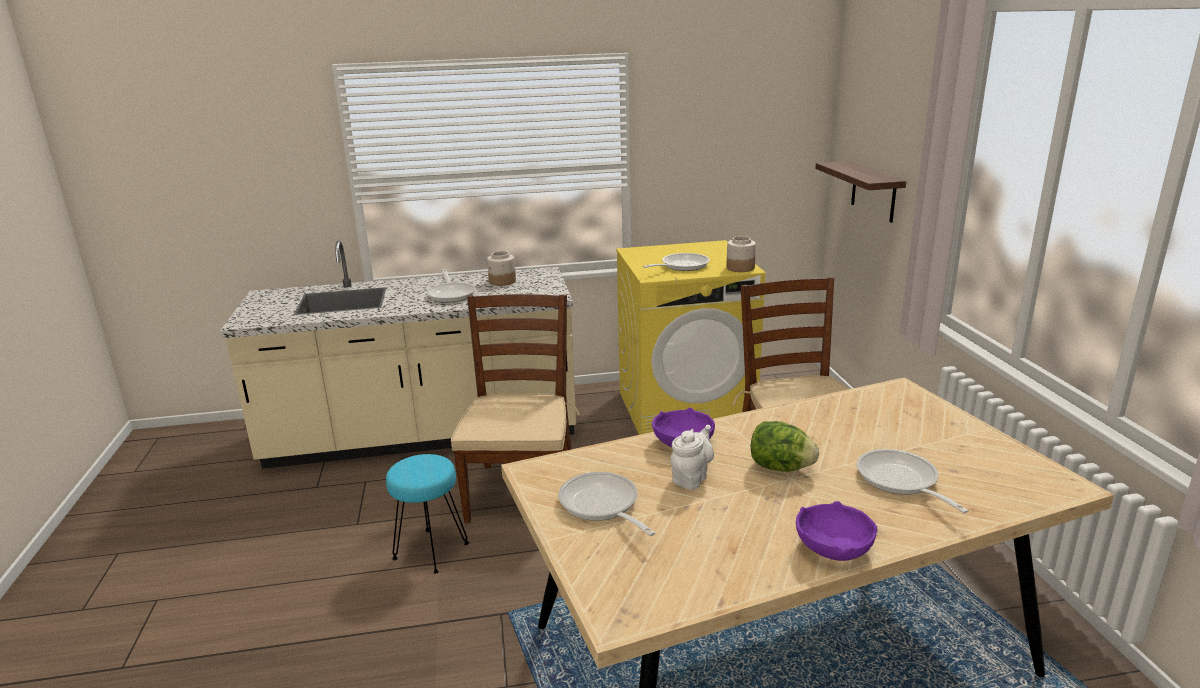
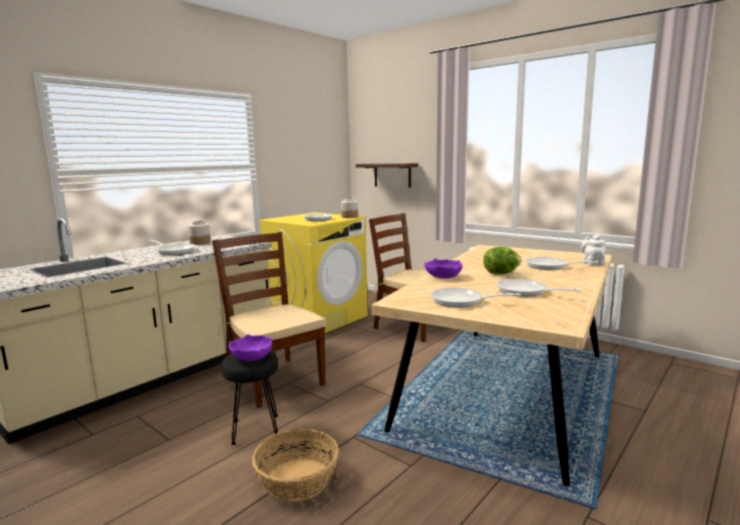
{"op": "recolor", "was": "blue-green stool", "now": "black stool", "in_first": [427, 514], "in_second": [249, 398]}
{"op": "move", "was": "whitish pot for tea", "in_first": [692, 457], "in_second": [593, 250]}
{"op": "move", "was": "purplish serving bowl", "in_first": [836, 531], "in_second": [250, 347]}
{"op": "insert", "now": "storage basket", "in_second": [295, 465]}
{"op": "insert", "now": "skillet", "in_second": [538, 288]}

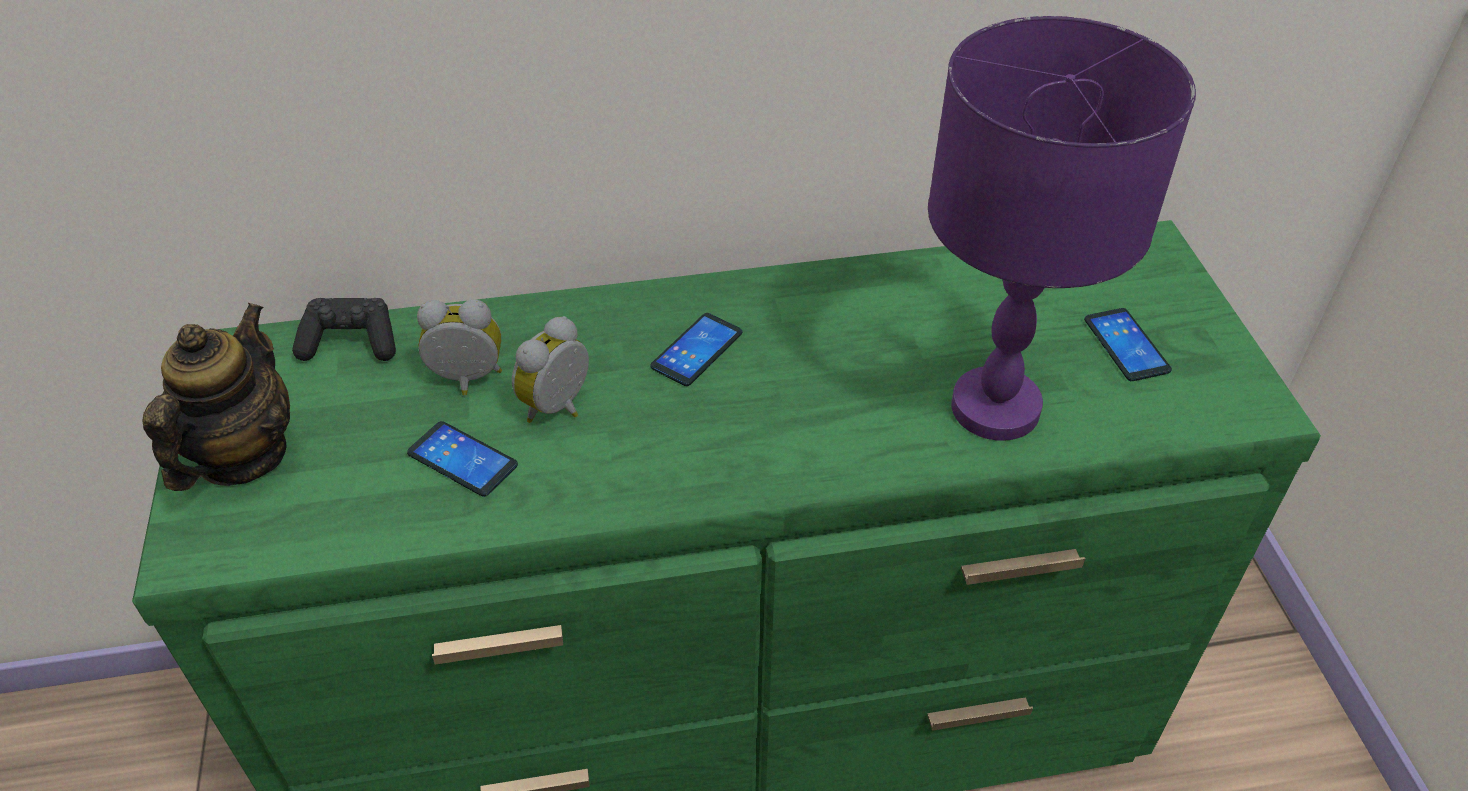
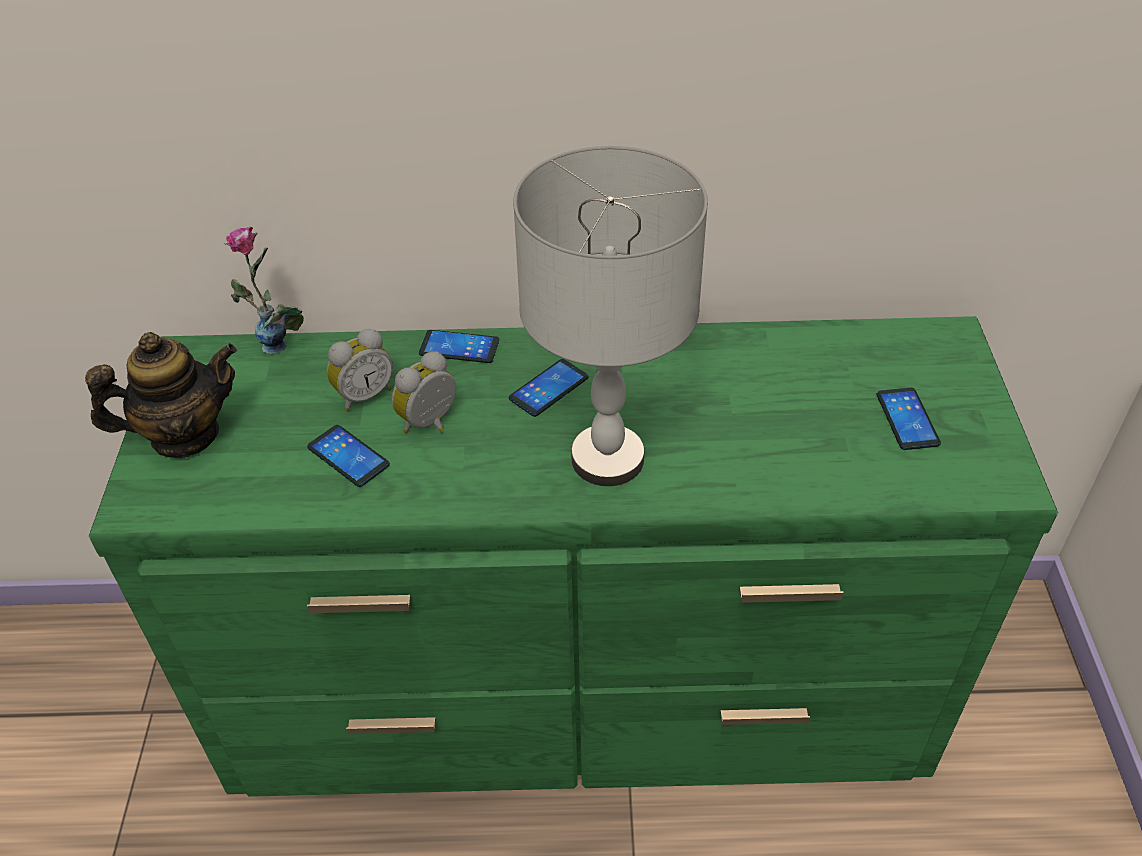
{"op": "rotate", "was": "pot for tea", "in_first": [216, 397], "in_second": [161, 395], "clockwise": 45}
{"op": "replace", "was": "black game controller", "now": "flower vase", "in_first": [344, 329], "in_second": [264, 290]}
{"op": "rotate", "was": "alarm clock", "in_first": [459, 347], "in_second": [360, 370], "clockwise": 135}
{"op": "delete", "was": "purplish lamp for a table", "in_first": [1062, 228]}
{"op": "insert", "now": "handset", "in_second": [459, 346]}
{"op": "insert", "now": "grey lamp for a table", "in_second": [610, 316]}

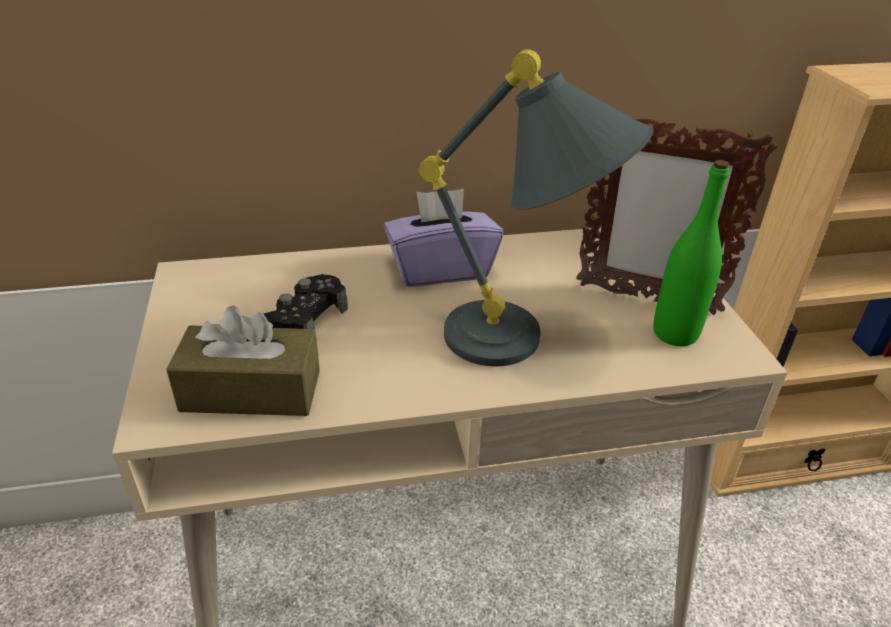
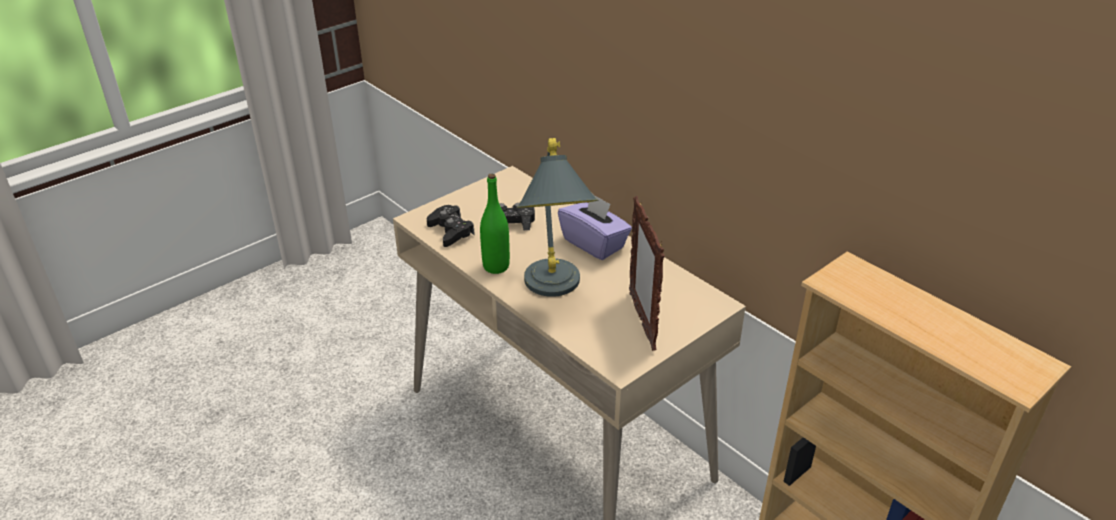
{"op": "replace", "was": "brown box of tissues", "now": "black game controller", "in_first": [243, 360], "in_second": [451, 226]}
{"op": "move", "was": "green beverage bottle", "in_first": [691, 253], "in_second": [495, 223]}

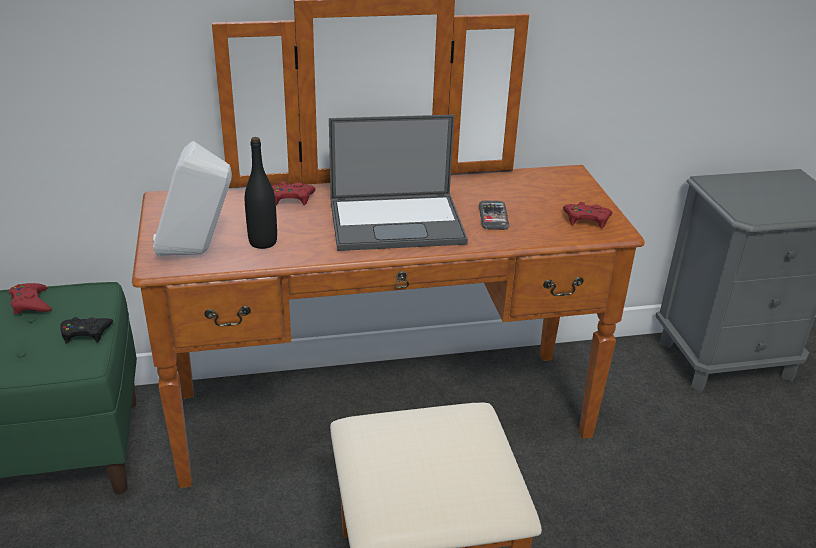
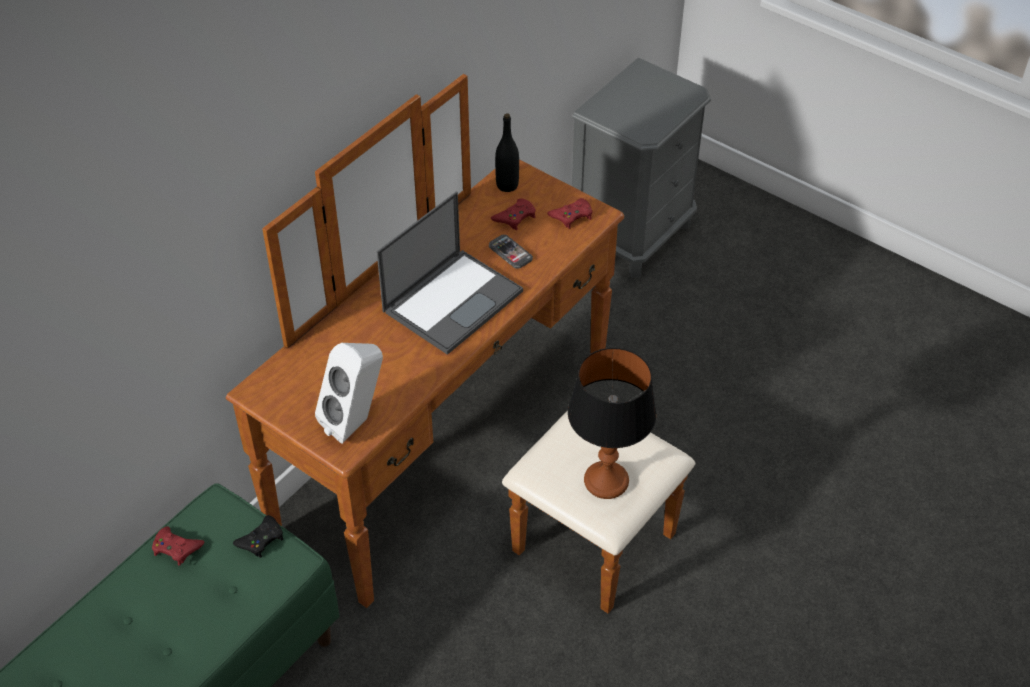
{"op": "move", "was": "black beverage bottle", "in_first": [261, 193], "in_second": [507, 152]}
{"op": "move", "was": "red game controller", "in_first": [294, 193], "in_second": [513, 214]}
{"op": "insert", "now": "lamp for a table", "in_second": [612, 423]}

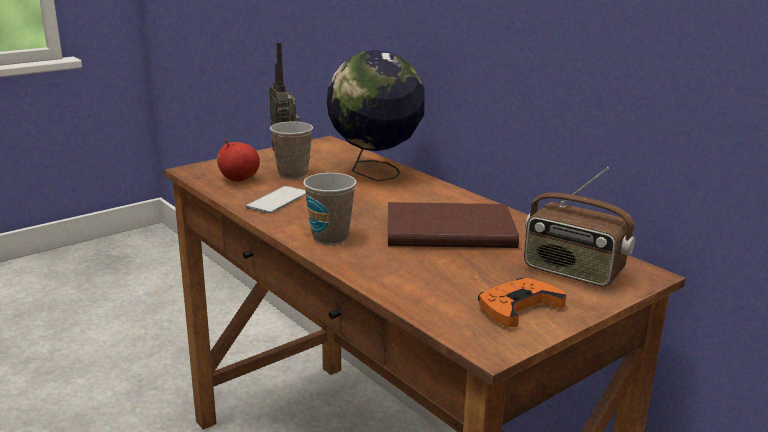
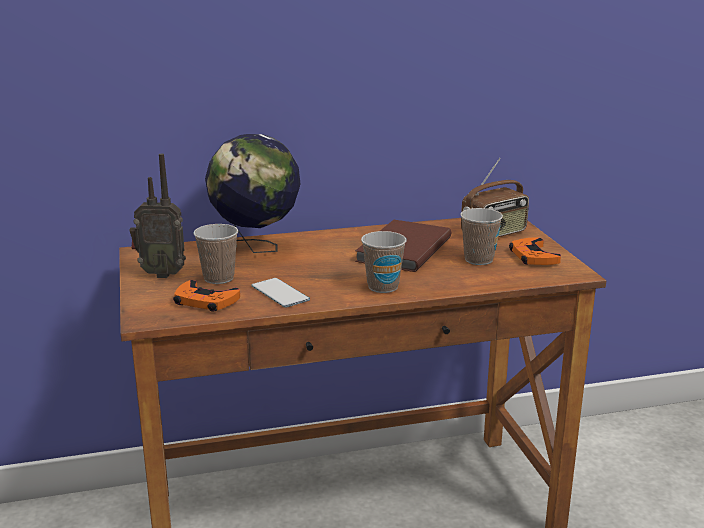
{"op": "replace", "was": "whole apple", "now": "orange game controller", "in_first": [238, 160], "in_second": [206, 296]}
{"op": "insert", "now": "small cup", "in_second": [481, 236]}

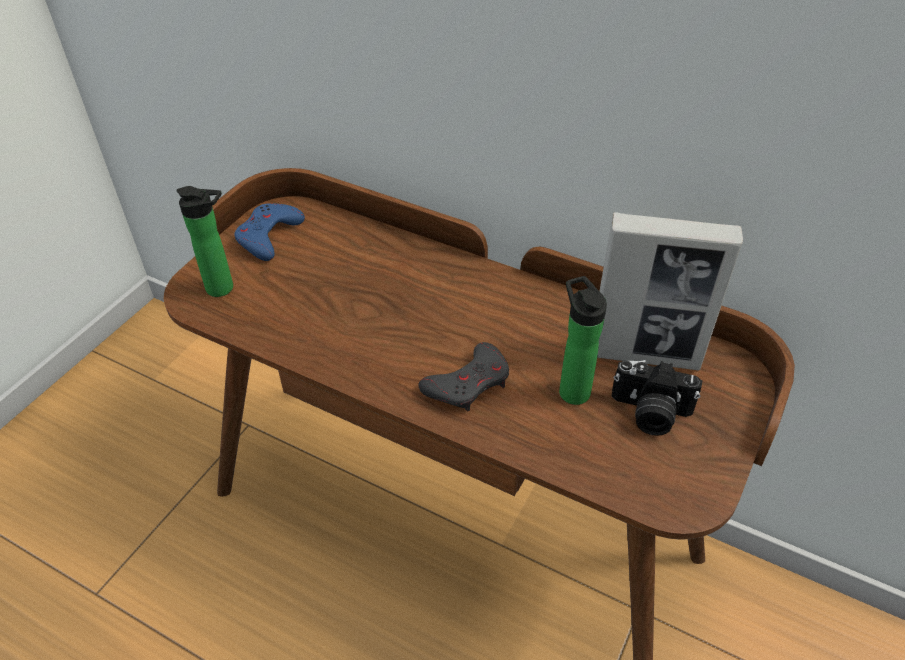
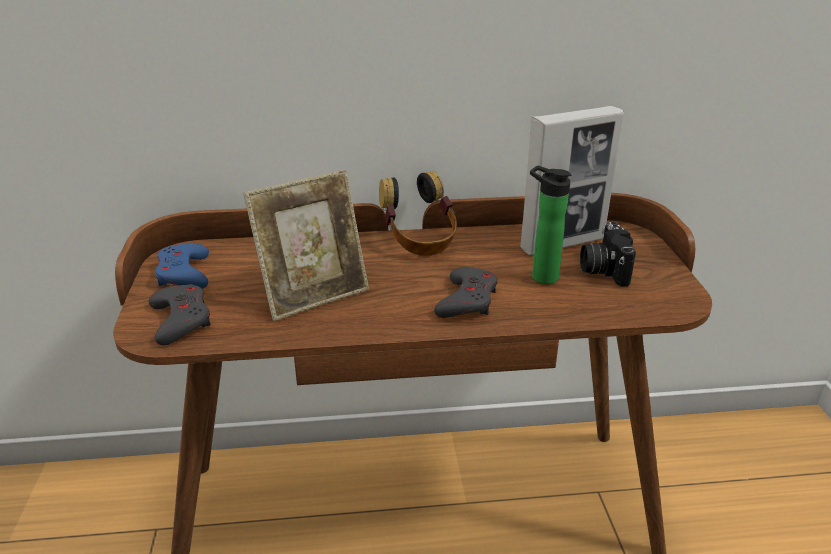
{"op": "replace", "was": "beverage bottle", "now": "grey game controller", "in_first": [204, 241], "in_second": [180, 315]}
{"op": "rotate", "was": "photo camera", "in_first": [656, 398], "in_second": [608, 254], "clockwise": 105}
{"op": "insert", "now": "photo frame", "in_second": [306, 245]}
{"op": "insert", "now": "headphones", "in_second": [418, 213]}

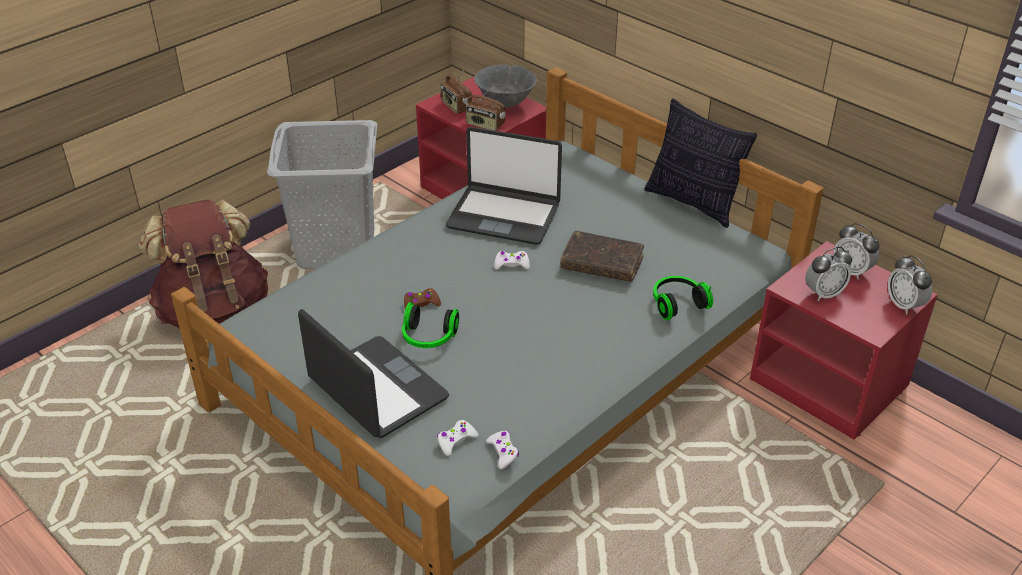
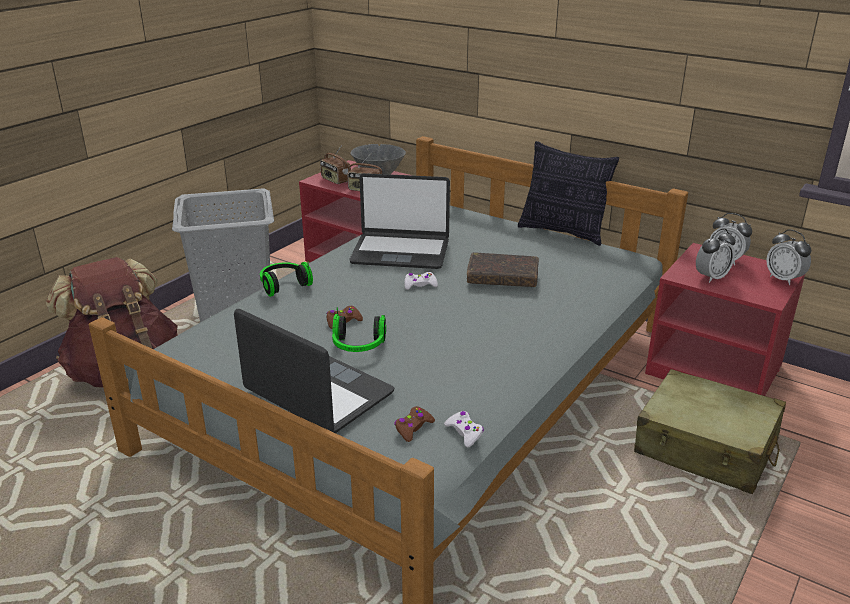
{"op": "recolor", "was": "whitish game controller", "now": "brown game controller", "in_first": [457, 438], "in_second": [414, 424]}
{"op": "move", "was": "headphones", "in_first": [683, 298], "in_second": [286, 279]}
{"op": "insert", "now": "sand-coloured suitcase", "in_second": [710, 431]}

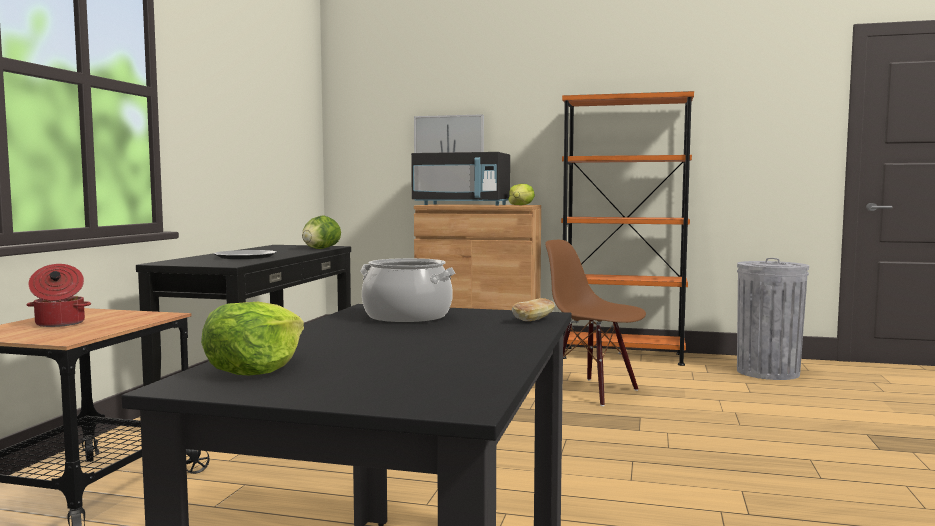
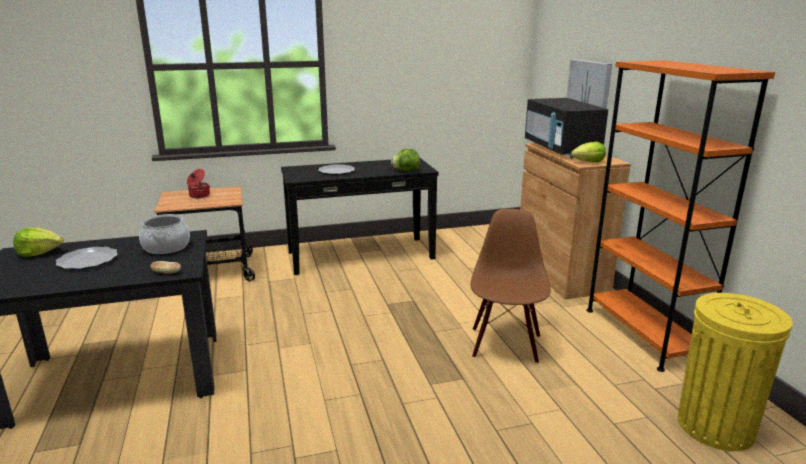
{"op": "recolor", "was": "grey rubbish bin", "now": "yellow rubbish bin", "in_first": [773, 319], "in_second": [735, 372]}
{"op": "insert", "now": "dinner plate", "in_second": [87, 258]}

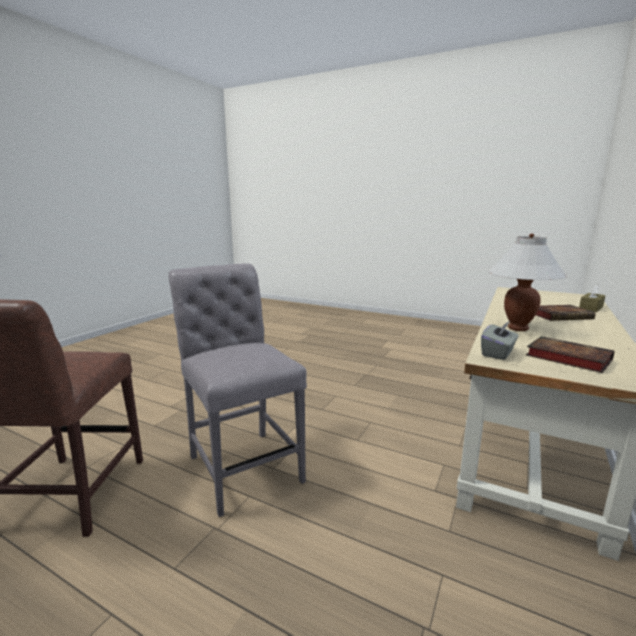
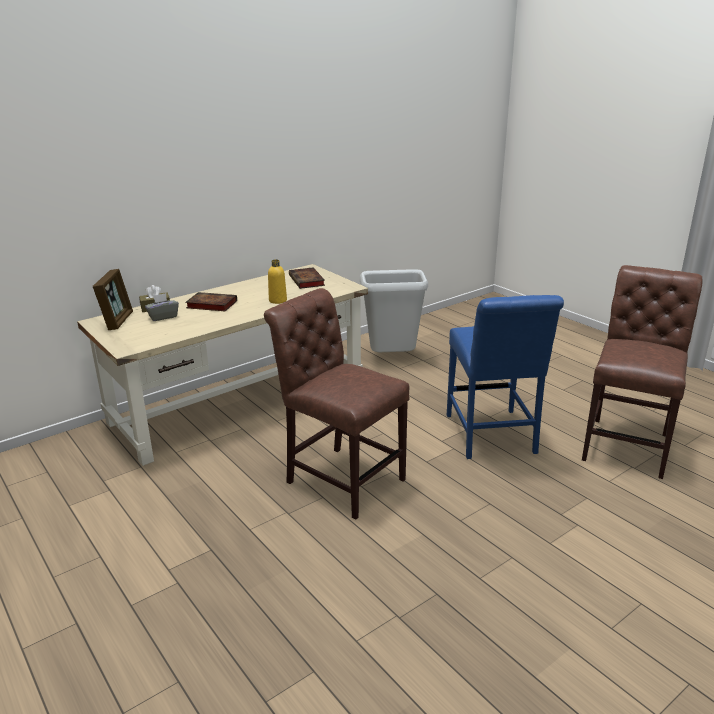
{"op": "recolor", "was": "grey upright chair", "now": "blue-coloured upright chair", "in_first": [238, 390], "in_second": [505, 377]}
{"op": "move", "was": "grey box of tissues", "in_first": [500, 340], "in_second": [162, 307]}
{"op": "replace", "was": "whitish lamp for a table", "now": "yellow beverage bottle", "in_first": [527, 282], "in_second": [277, 281]}
{"op": "insert", "now": "photo frame", "in_second": [113, 299]}
{"op": "insert", "now": "brown upright chair", "in_second": [337, 404]}
{"op": "insert", "now": "grey rubbish bin", "in_second": [394, 310]}

